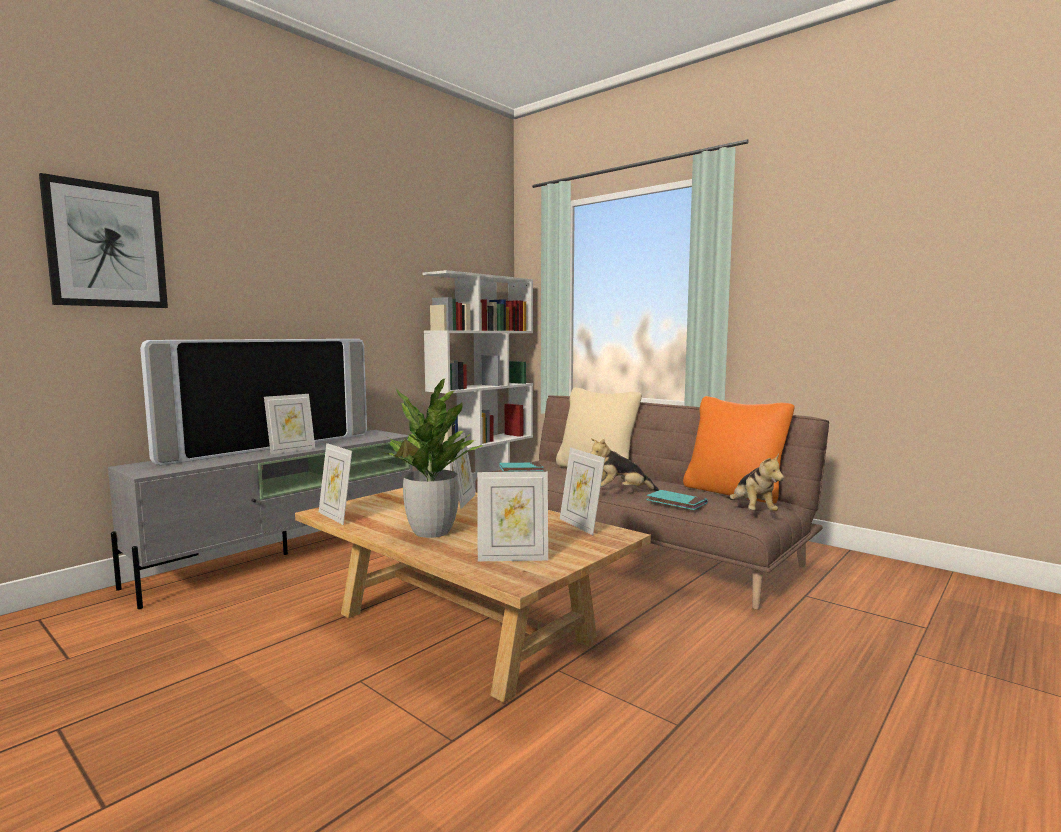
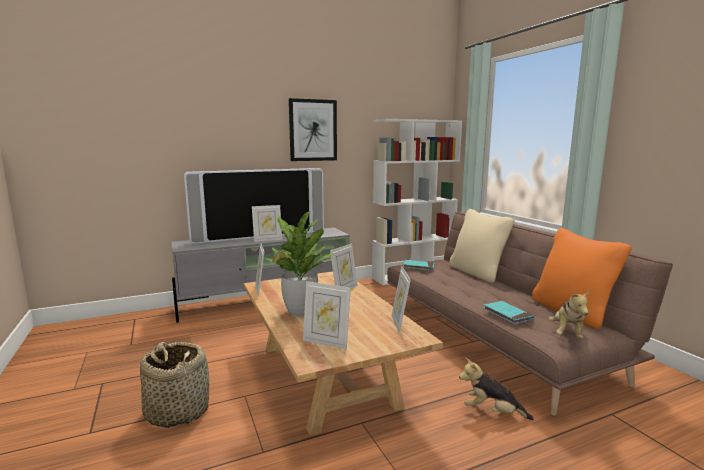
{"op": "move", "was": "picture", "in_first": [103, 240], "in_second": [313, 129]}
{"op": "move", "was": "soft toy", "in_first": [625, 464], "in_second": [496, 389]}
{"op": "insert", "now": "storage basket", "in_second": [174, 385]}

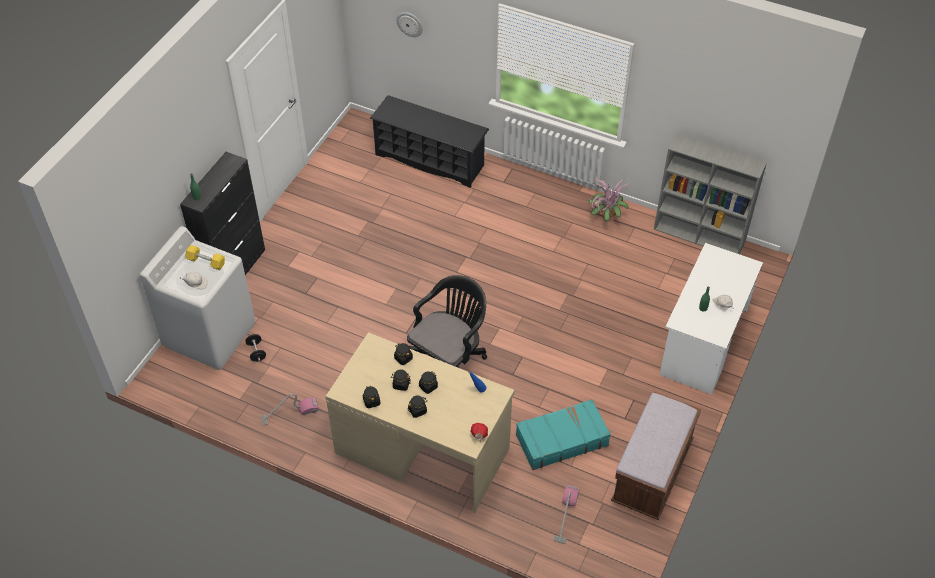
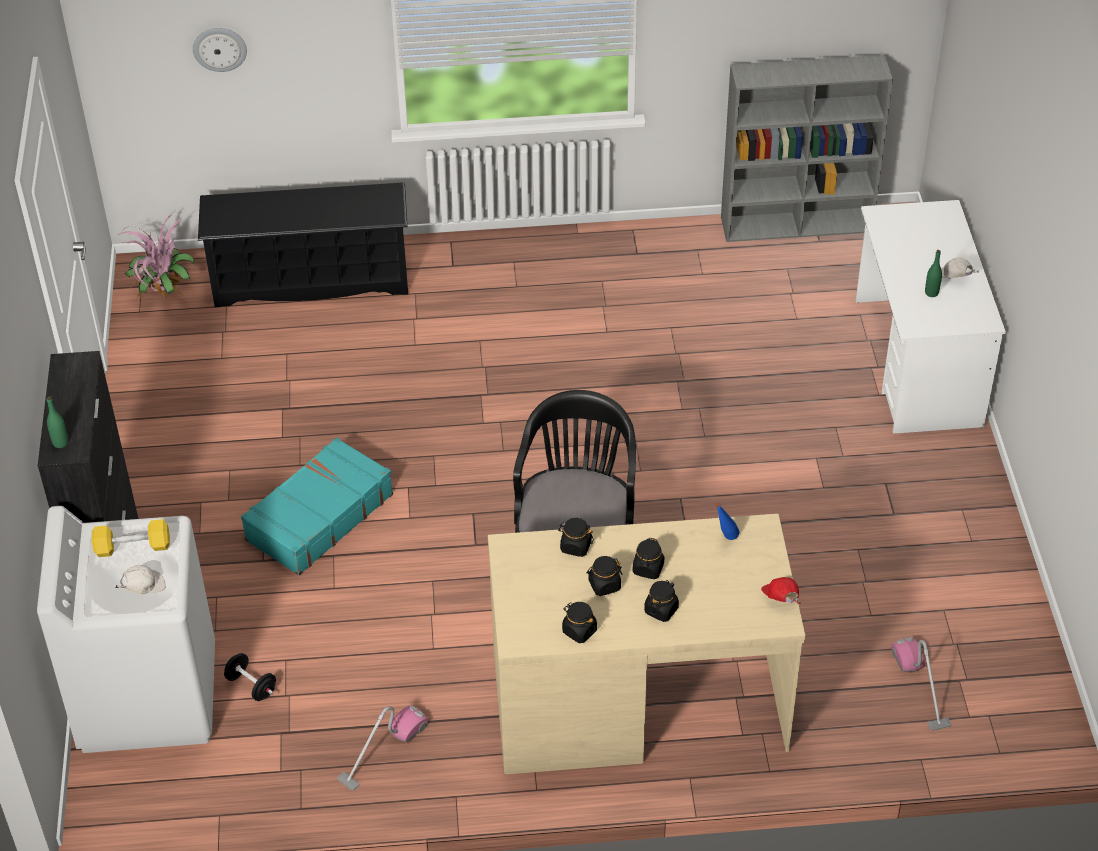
{"op": "move", "was": "blue-green suitcase", "in_first": [563, 434], "in_second": [317, 506]}
{"op": "move", "was": "houseplant", "in_first": [608, 200], "in_second": [157, 256]}
{"op": "delete", "was": "brown long seat", "in_first": [656, 456]}

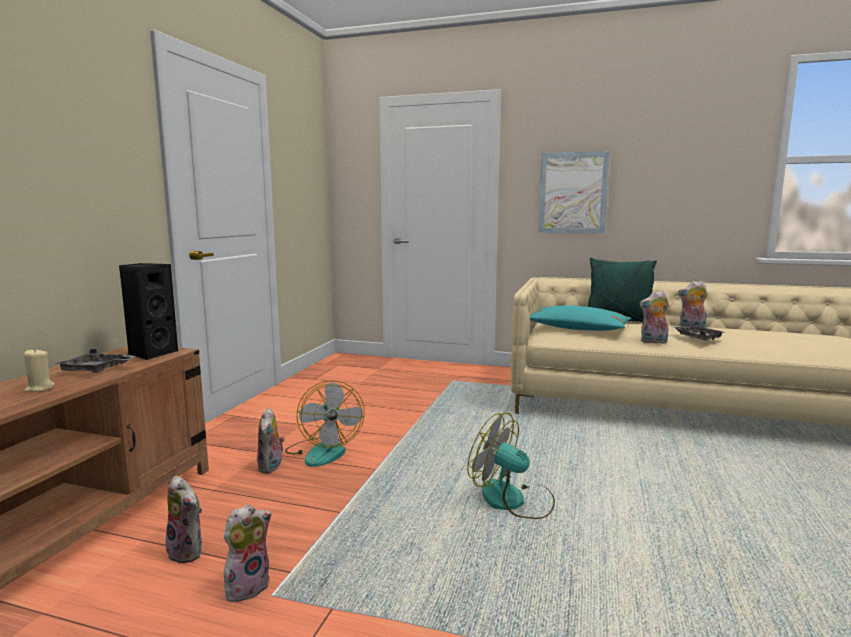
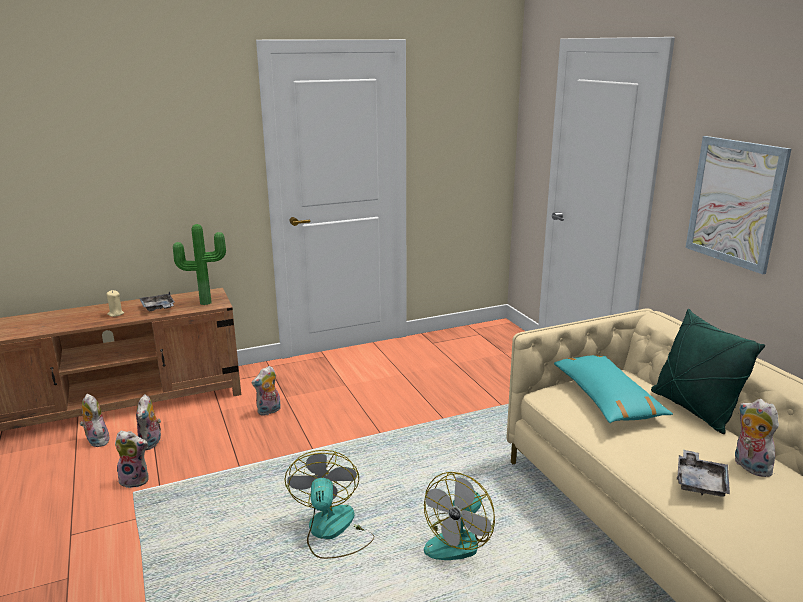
{"op": "replace", "was": "black loudspeaker", "now": "houseplant", "in_first": [148, 311], "in_second": [199, 264]}
{"op": "move", "was": "cooling fan", "in_first": [325, 423], "in_second": [459, 516]}
{"op": "move", "was": "soft toy", "in_first": [654, 317], "in_second": [94, 420]}

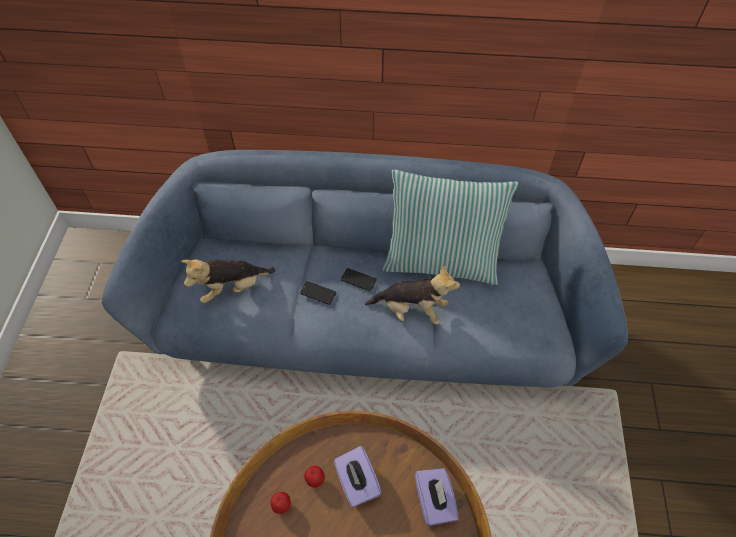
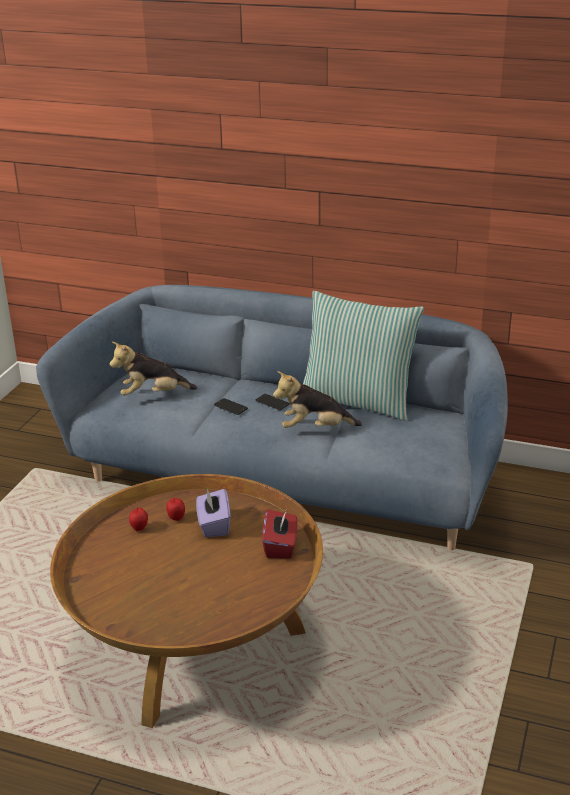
{"op": "rotate", "was": "soft toy", "in_first": [412, 295], "in_second": [317, 399], "clockwise": 150}
{"op": "recolor", "was": "purplish box of tissues", "now": "red box of tissues", "in_first": [436, 497], "in_second": [279, 534]}

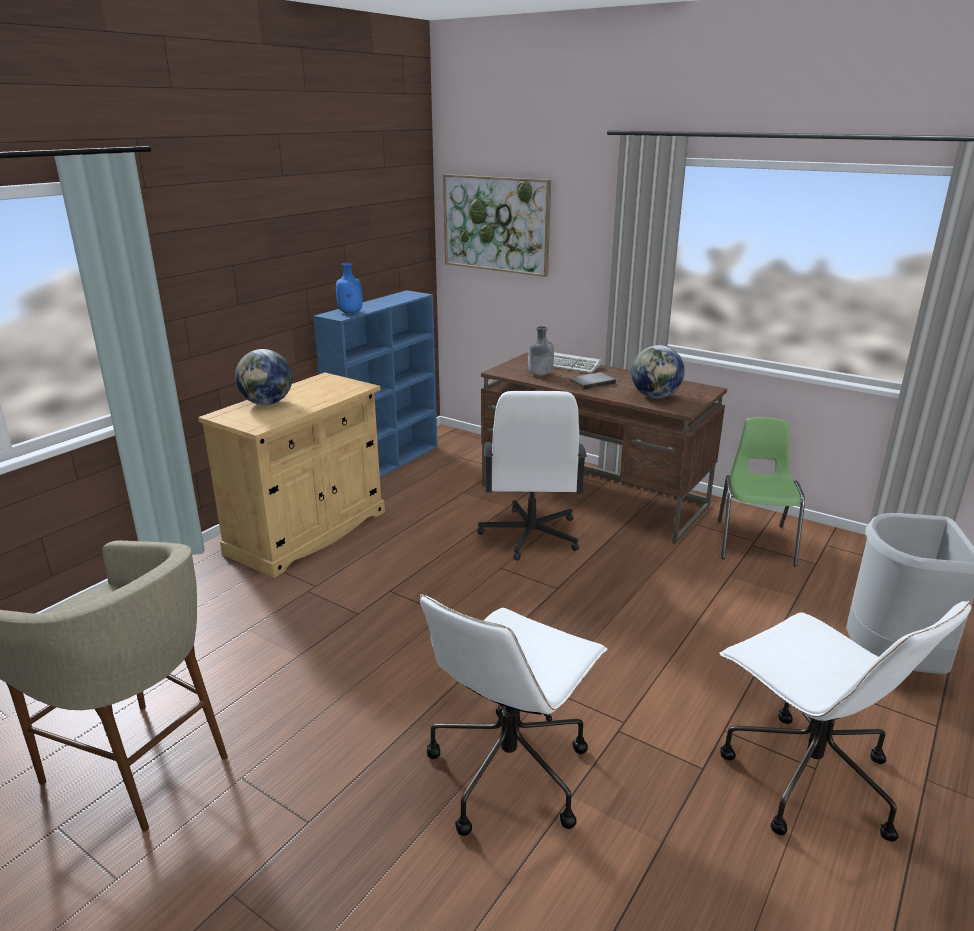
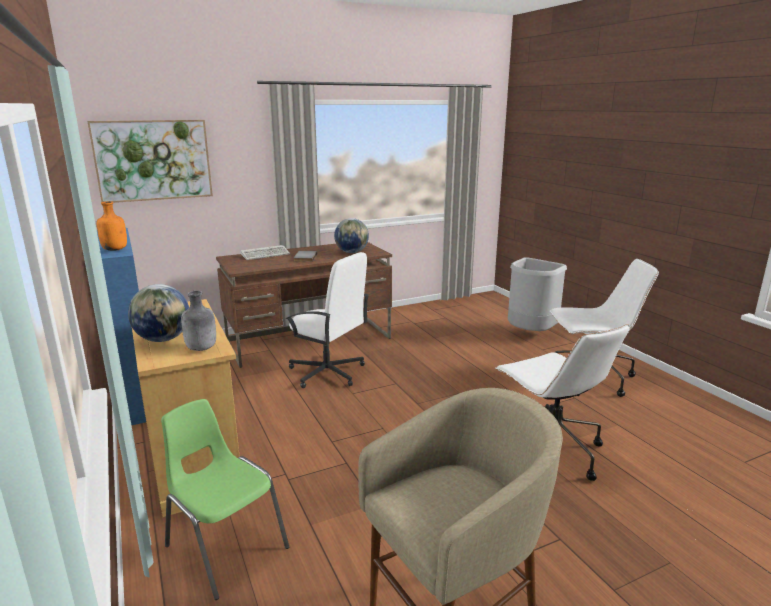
{"op": "recolor", "was": "blue-coloured beverage bottle", "now": "orange beverage bottle", "in_first": [349, 288], "in_second": [112, 226]}
{"op": "move", "was": "grey beverage bottle", "in_first": [541, 351], "in_second": [198, 321]}
{"op": "move", "was": "green upright chair", "in_first": [761, 491], "in_second": [225, 499]}

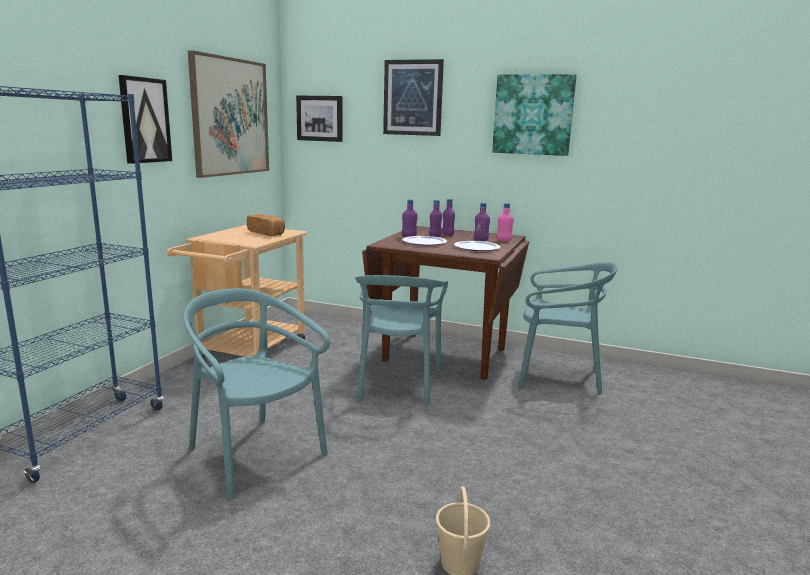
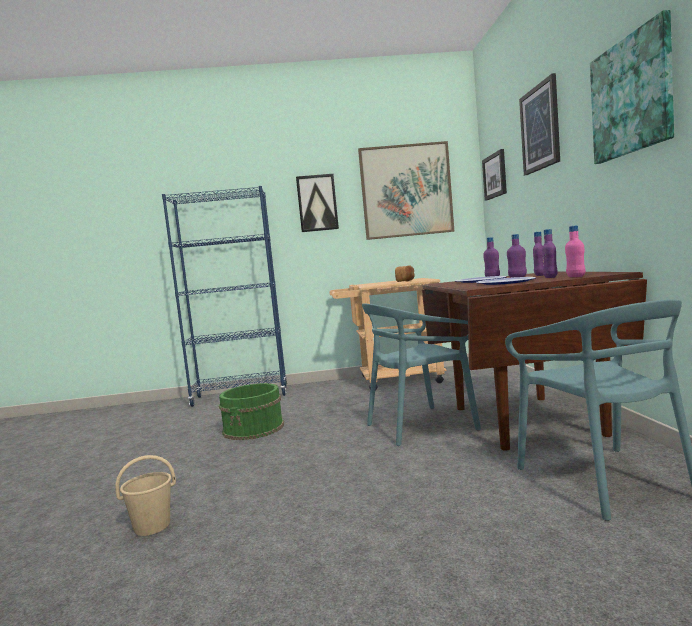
{"op": "replace", "was": "blue-green upright chair", "now": "green water bucket", "in_first": [257, 394], "in_second": [251, 411]}

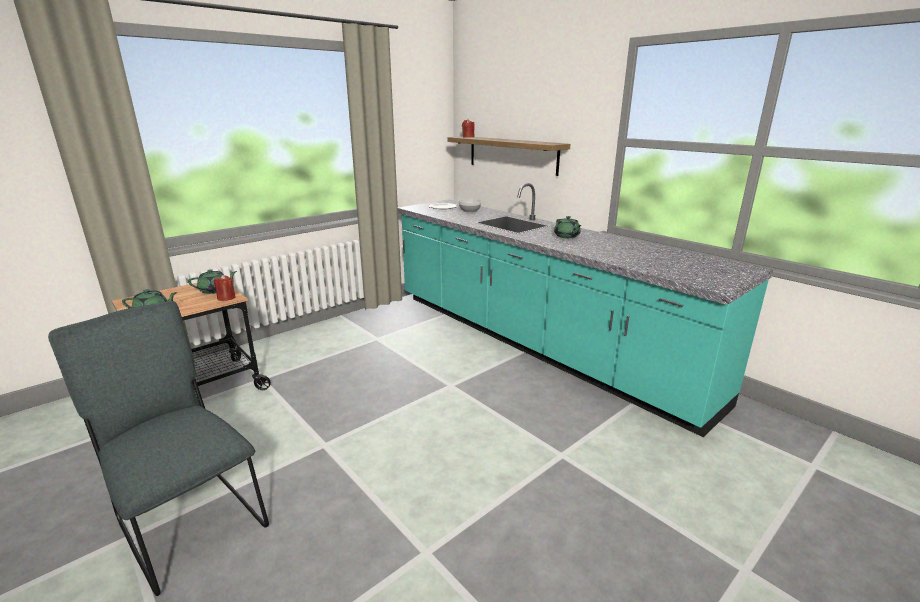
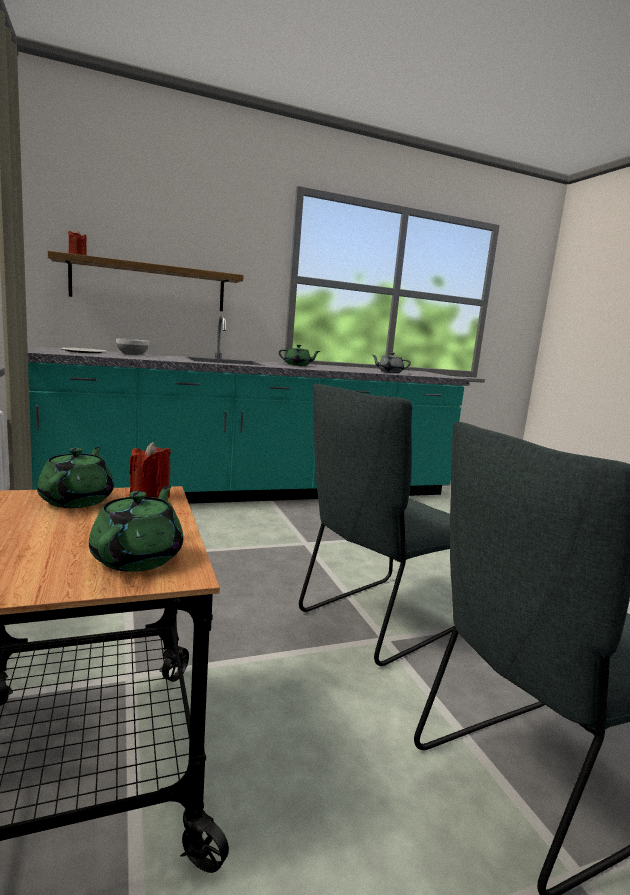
{"op": "insert", "now": "grey upright chair", "in_second": [376, 524]}
{"op": "insert", "now": "grey pot for tea", "in_second": [391, 362]}

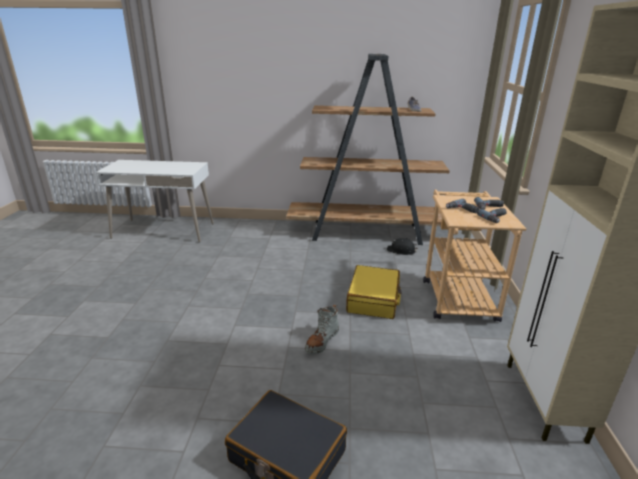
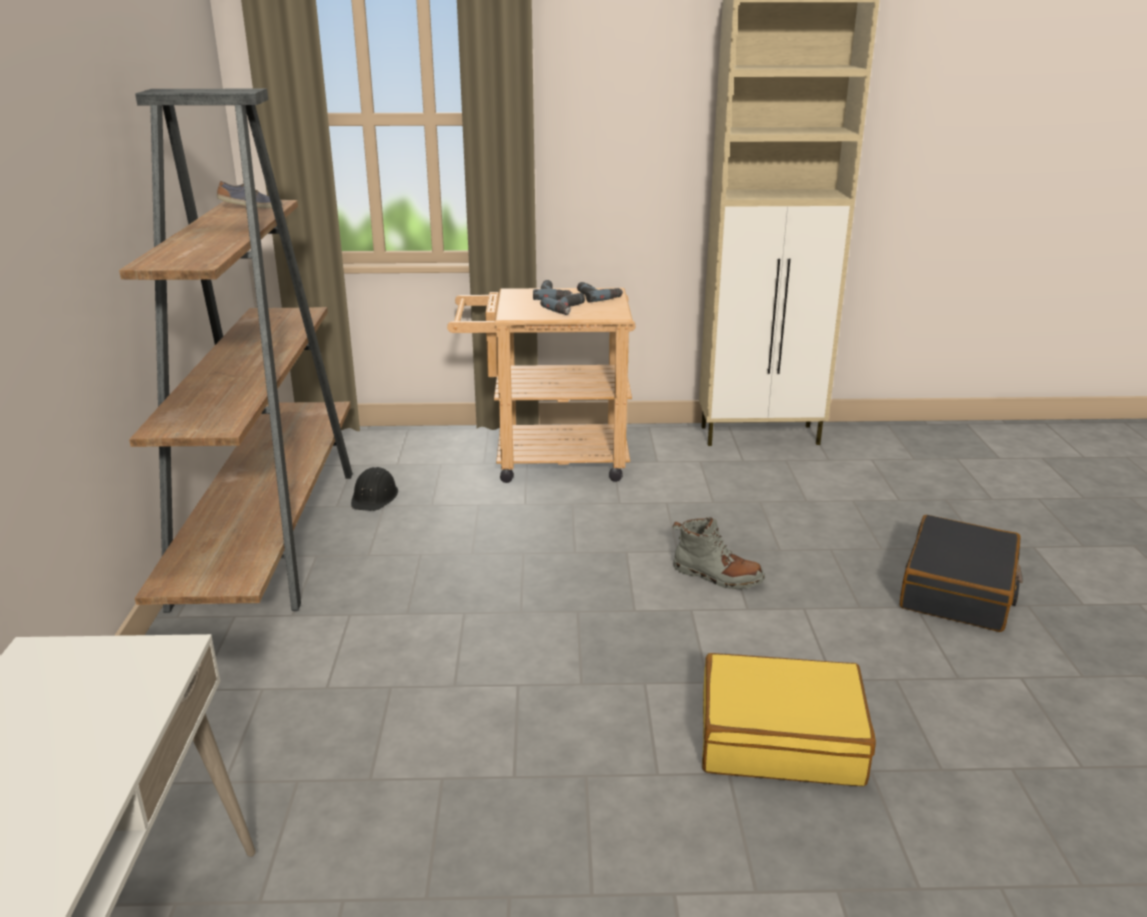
{"op": "move", "was": "yellow suitcase", "in_first": [373, 292], "in_second": [789, 719]}

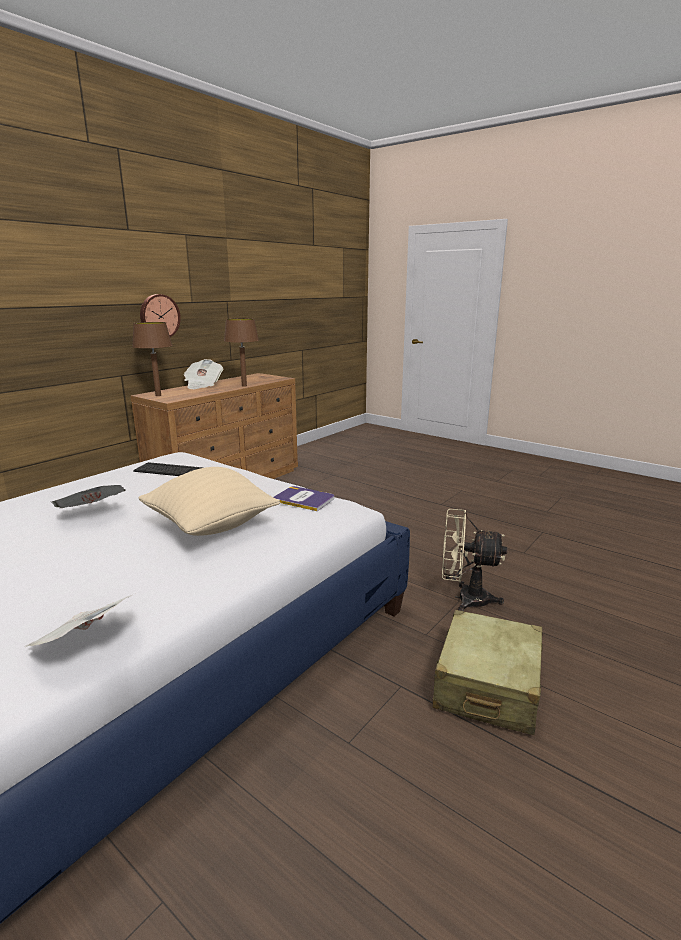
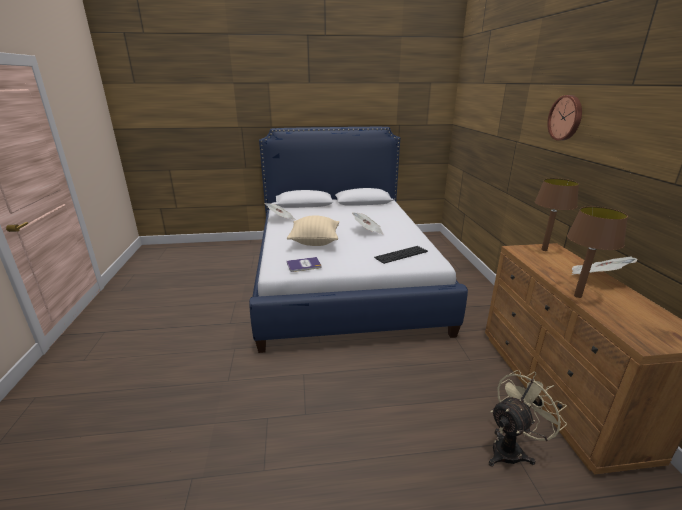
{"op": "move", "was": "hanging clock", "in_first": [160, 315], "in_second": [564, 118]}
{"op": "delete", "was": "sand-coloured suitcase", "in_first": [487, 672]}
{"op": "move", "was": "sand-coloured cooling fan", "in_first": [474, 560], "in_second": [528, 418]}

